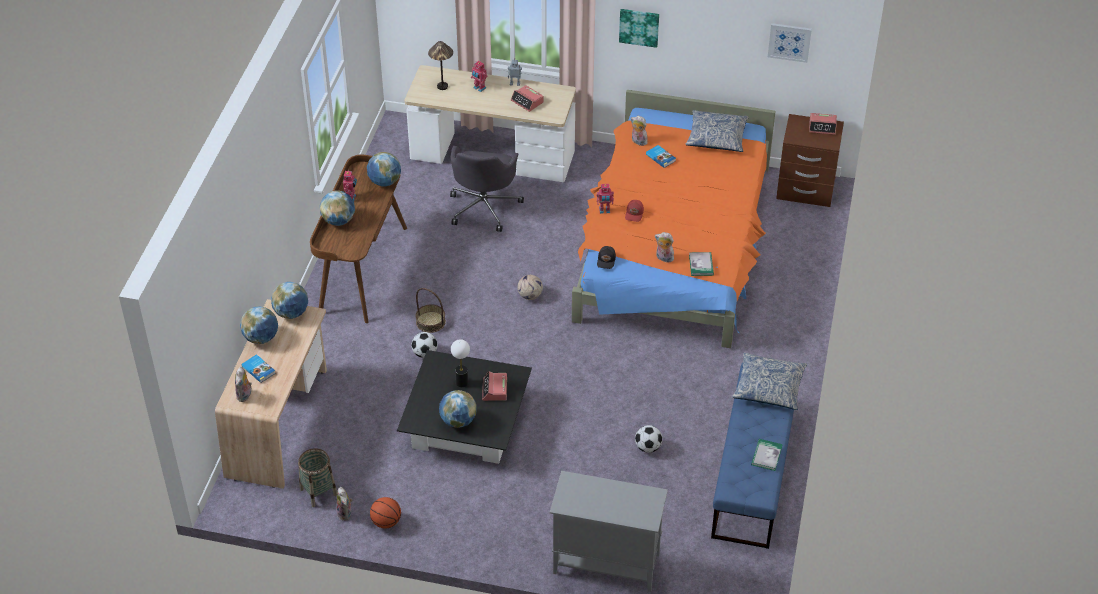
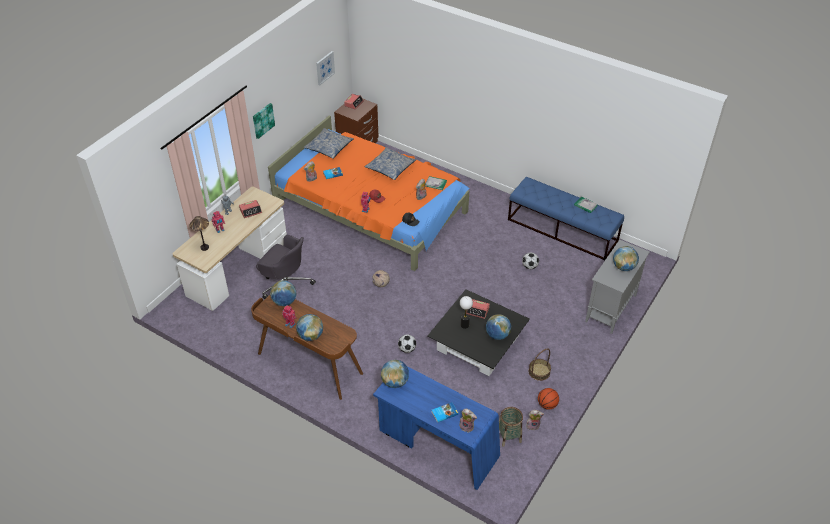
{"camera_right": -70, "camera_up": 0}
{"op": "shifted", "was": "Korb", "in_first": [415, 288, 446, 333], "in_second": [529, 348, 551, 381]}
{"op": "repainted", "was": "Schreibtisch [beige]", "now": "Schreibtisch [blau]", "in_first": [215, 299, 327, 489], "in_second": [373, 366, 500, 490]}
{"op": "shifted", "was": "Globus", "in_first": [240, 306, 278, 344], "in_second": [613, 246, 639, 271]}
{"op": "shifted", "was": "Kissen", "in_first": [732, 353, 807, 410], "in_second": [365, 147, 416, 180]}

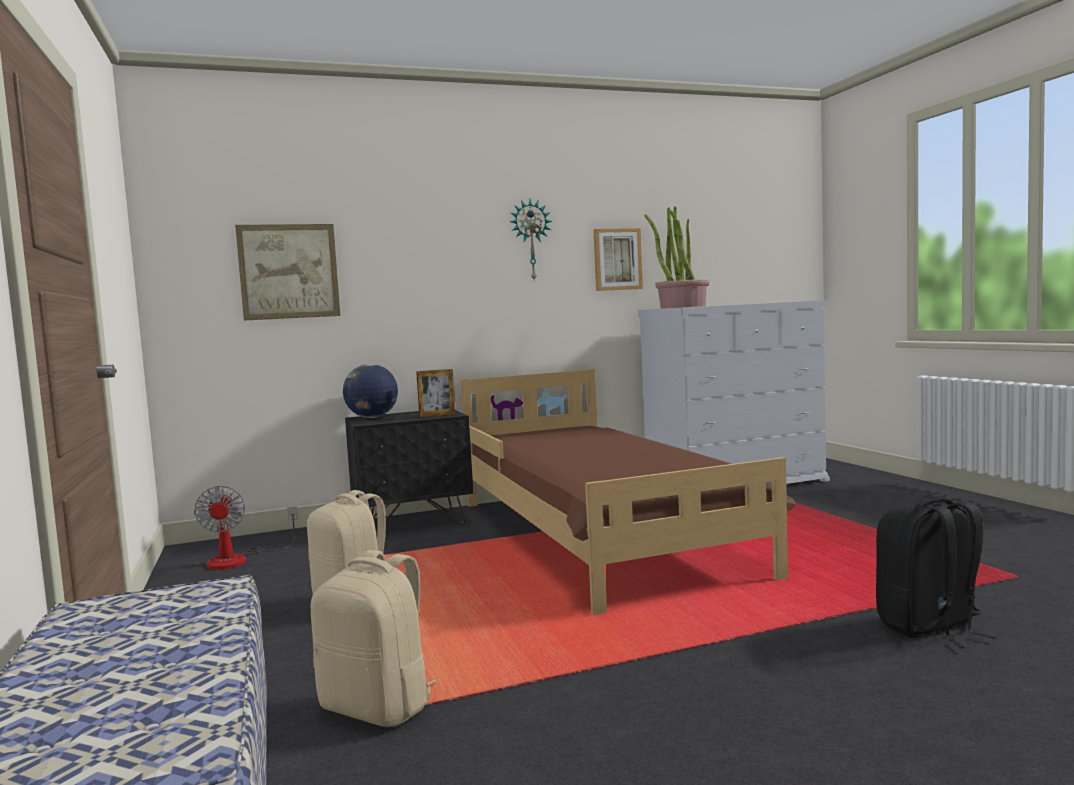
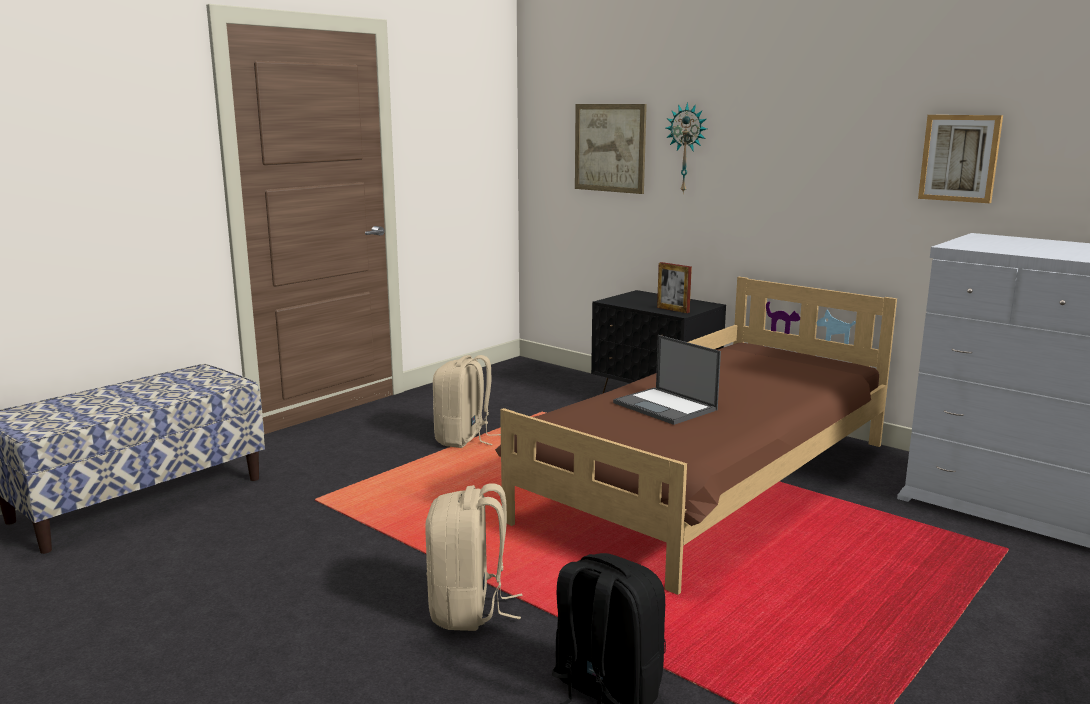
{"camera_right": 60, "camera_up": 10}
{"op": "shifted", "was": "Wanduhr", "in_first": [510, 199, 552, 280], "in_second": [666, 102, 707, 194]}
{"op": "gone", "was": "Topfpflanze", "in_first": [645, 206, 710, 308]}
{"op": "gone", "was": "Globus", "in_first": [343, 364, 398, 418]}
{"op": "gone", "was": "Ventilator", "in_first": [194, 486, 298, 570]}
{"op": "shifted", "was": "Rucksack [beige]", "in_first": [311, 550, 437, 727], "in_second": [425, 483, 523, 631]}
{"op": "new", "now": "Laptop", "in_second": [613, 335, 721, 425]}

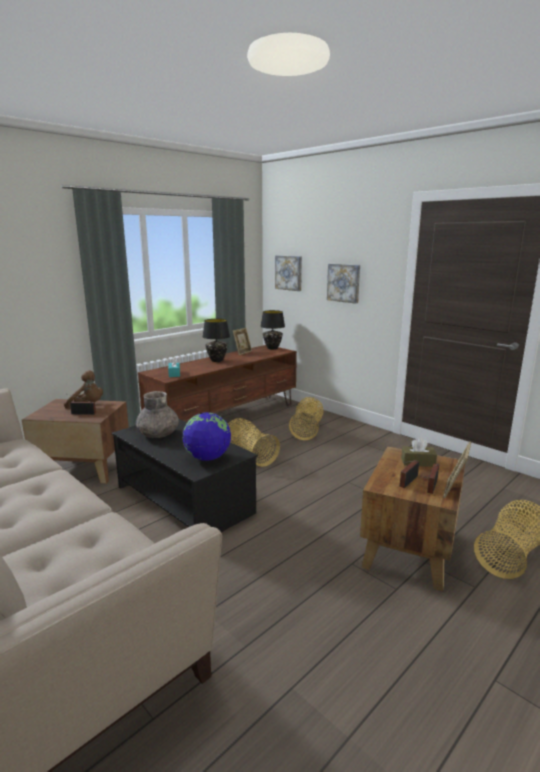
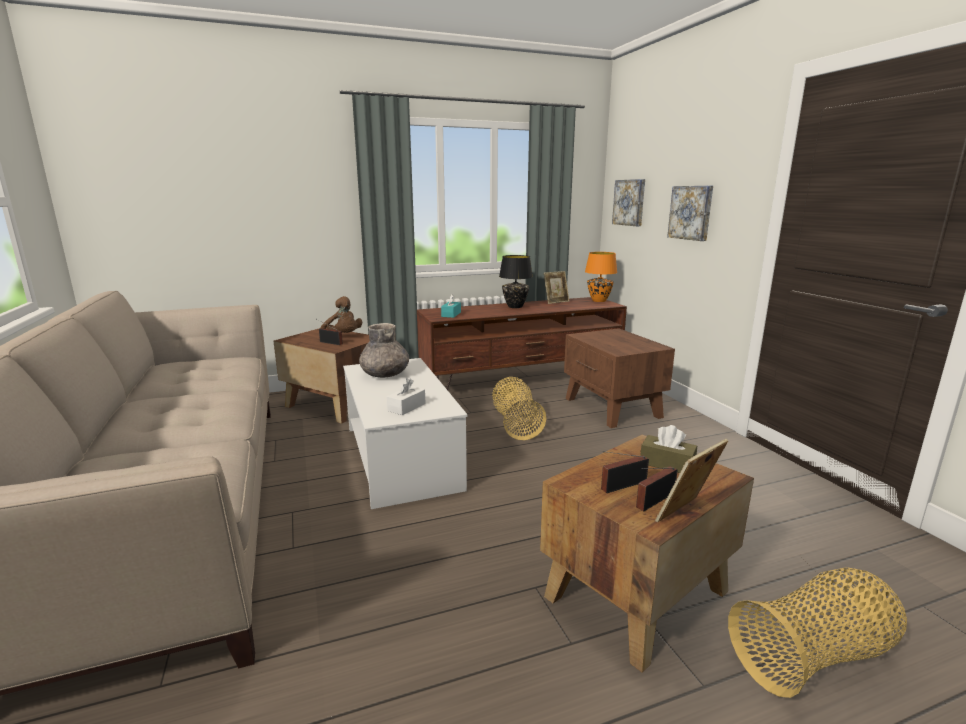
{"camera_right": 25, "camera_up": 0}
{"op": "repainted", "was": "Tischlampe [schwarz]", "now": "Tischlampe [orange]", "in_first": [260, 310, 285, 349], "in_second": [585, 252, 617, 302]}
{"op": "swapped", "was": "Korb", "now": "Beistelltisch [braun]", "in_first": [289, 397, 323, 440], "in_second": [564, 328, 675, 428]}
{"op": "swapped", "was": "Globus", "now": "Taschentuchbox [weiß]", "in_first": [182, 412, 231, 461], "in_second": [387, 378, 425, 415]}
{"op": "repainted", "was": "Couchtisch [schwarz]", "now": "Couchtisch [weiß]", "in_first": [112, 419, 258, 532], "in_second": [343, 358, 467, 509]}

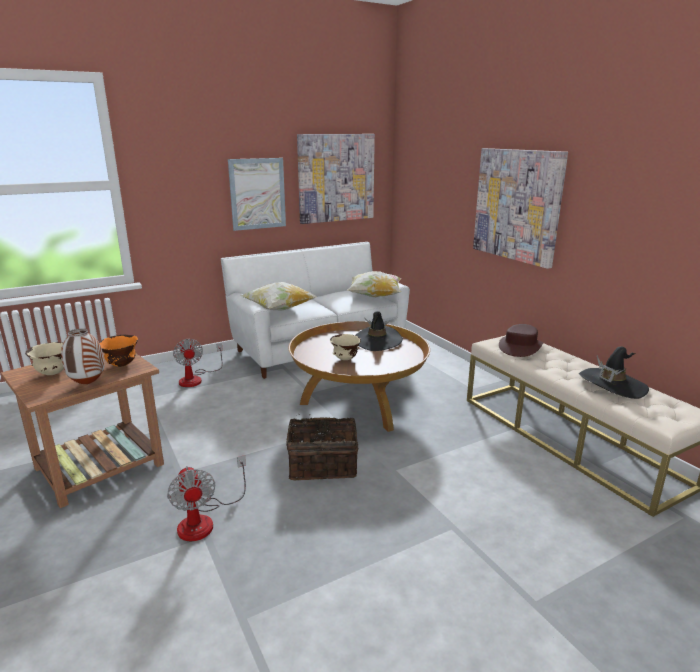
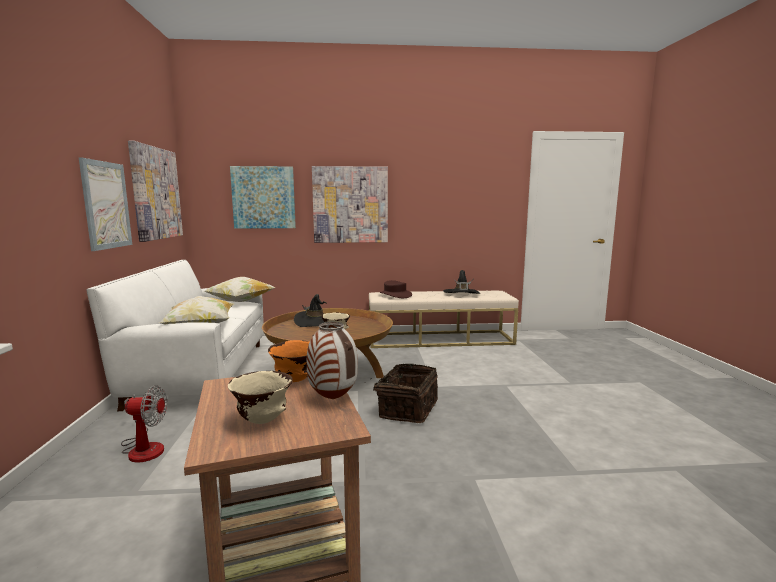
{"camera_right": -65, "camera_up": -10}
{"op": "gone", "was": "Ventilator", "in_first": [167, 455, 246, 541]}
{"op": "new", "now": "Bild", "in_second": [230, 166, 296, 229]}

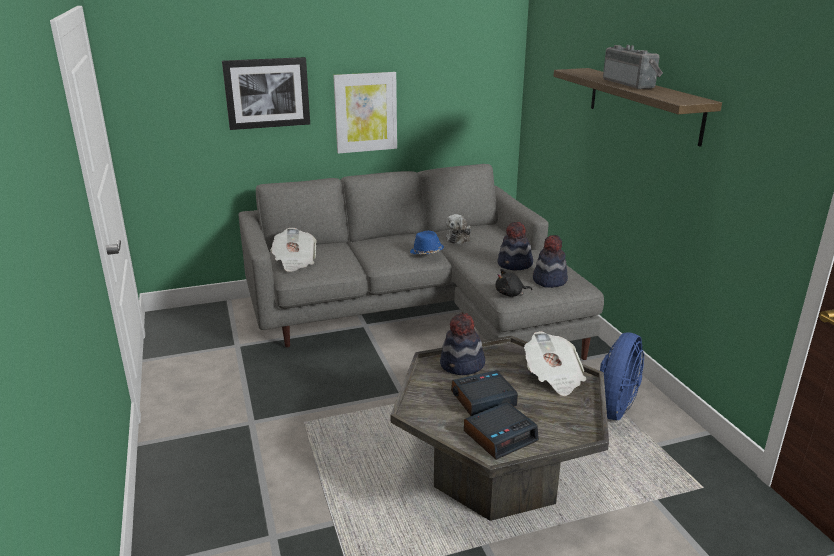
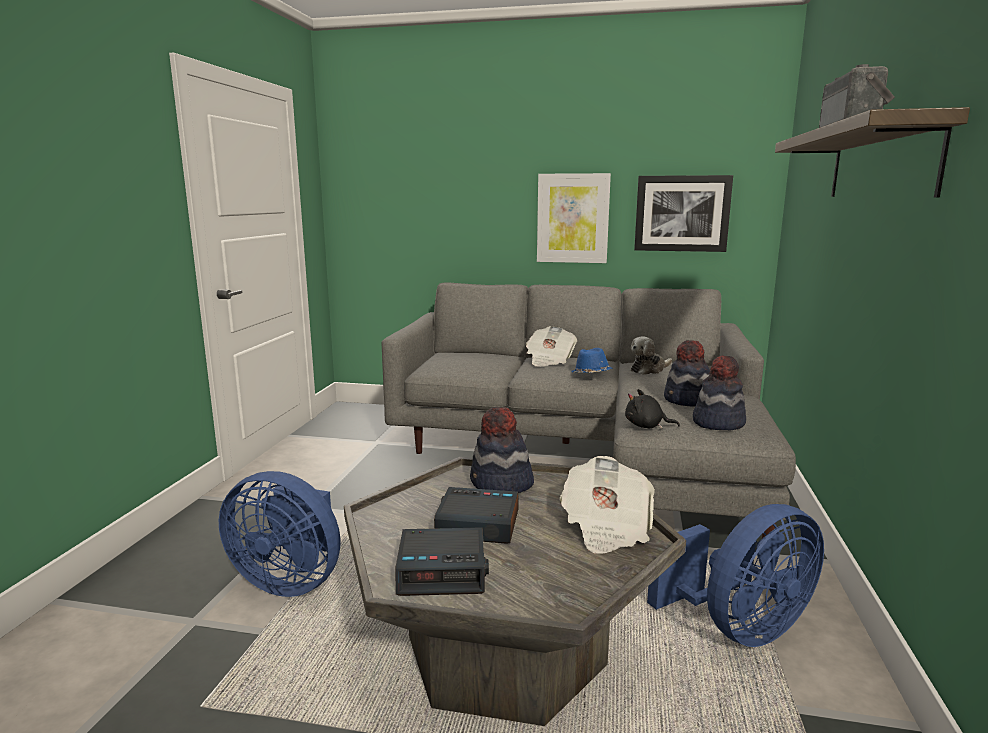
{"camera_right": 30, "camera_up": -10}
{"op": "shifted", "was": "Bild", "in_first": [222, 57, 310, 130], "in_second": [634, 175, 733, 252]}
{"op": "shifted", "was": "Zeitung", "in_first": [271, 228, 317, 272], "in_second": [526, 326, 577, 367]}
{"op": "new", "now": "Ventilator [blau]", "in_second": [219, 471, 340, 597]}

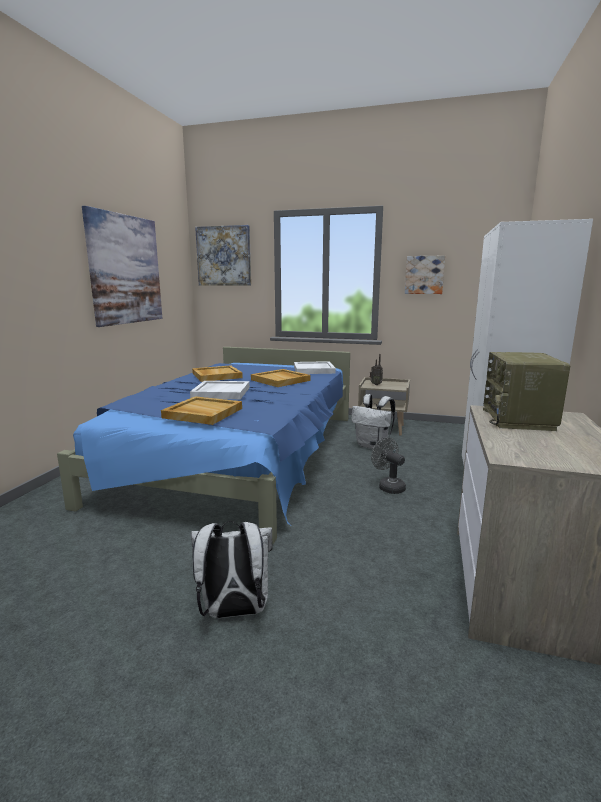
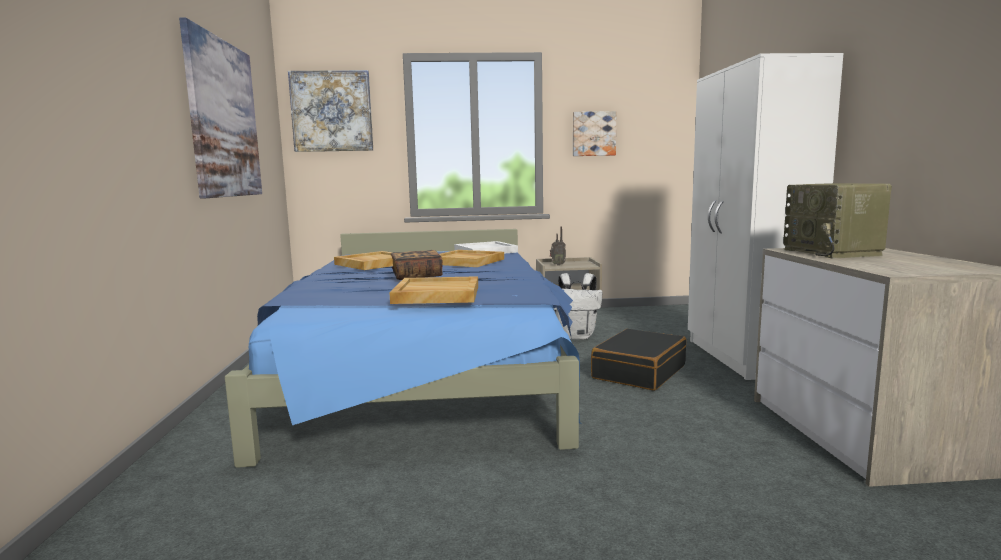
{"camera_right": -20, "camera_up": -5}
{"op": "swapped", "was": "Tablett [weiß]", "now": "Buch", "in_first": [190, 381, 250, 399], "in_second": [391, 250, 443, 280]}
{"op": "swapped", "was": "Ventilator [grau]", "now": "Koffer [schwarz]", "in_first": [371, 437, 406, 494], "in_second": [591, 329, 686, 391]}
{"op": "gone", "was": "Rucksack [weiß]", "in_first": [191, 521, 273, 618]}

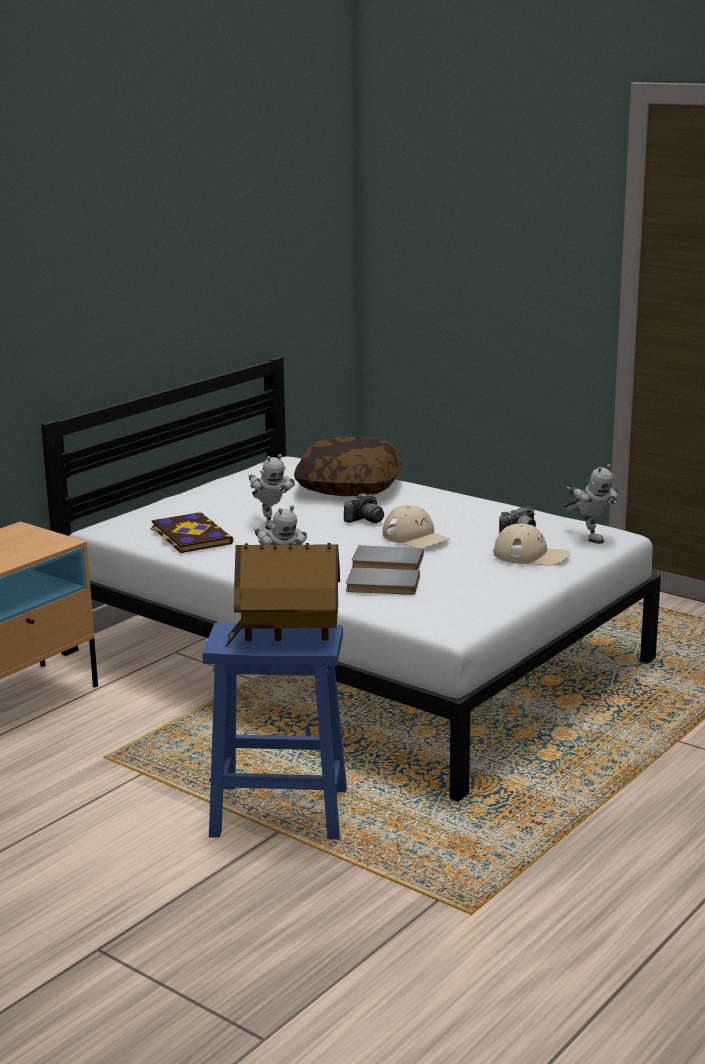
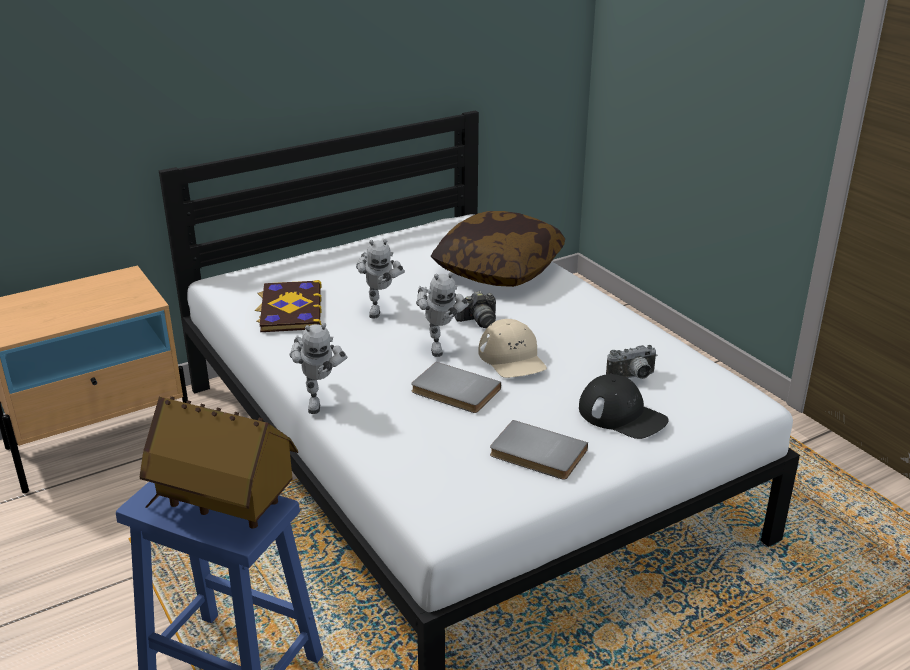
{"camera_right": 20, "camera_up": 10}
{"op": "shifted", "was": "Spielzeugroboter", "in_first": [564, 464, 618, 544], "in_second": [416, 272, 469, 357]}
{"op": "repainted", "was": "Kappe [beige]", "now": "Kappe [schwarz]", "in_first": [493, 523, 570, 566], "in_second": [579, 374, 669, 439]}
{"op": "shifted", "was": "Buch [grau]", "in_first": [346, 567, 420, 595], "in_second": [490, 420, 588, 480]}

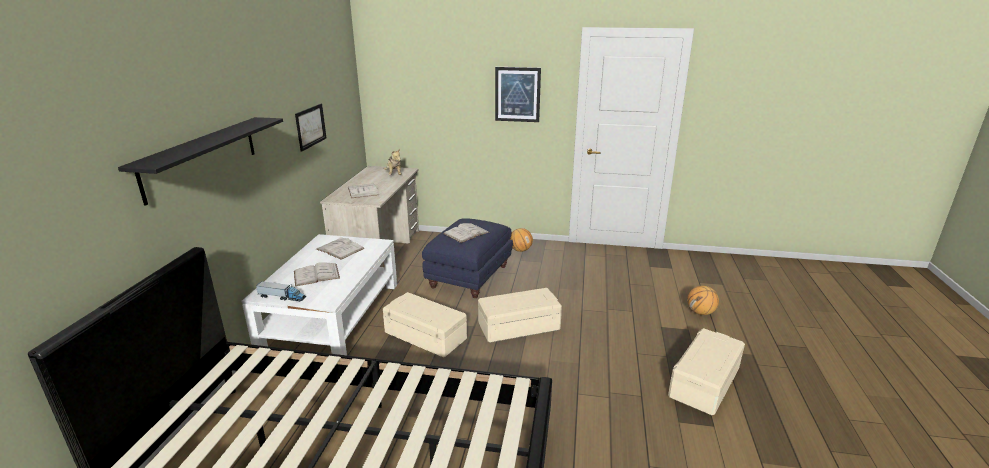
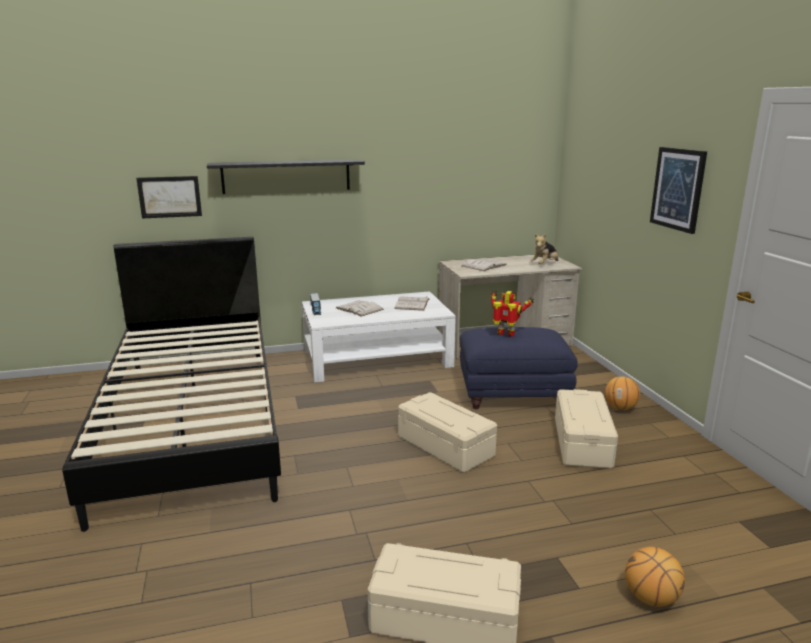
{"camera_right": 65, "camera_up": -5}
{"op": "shifted", "was": "Bild", "in_first": [295, 103, 326, 152], "in_second": [136, 176, 202, 219]}
{"op": "swapped", "was": "Buch [weiß]", "now": "Spielzeugroboter", "in_first": [443, 223, 489, 243], "in_second": [491, 291, 534, 337]}
{"op": "shifted", "was": "Aufbewahrungsbox [beige]", "in_first": [383, 292, 467, 358], "in_second": [555, 389, 618, 469]}

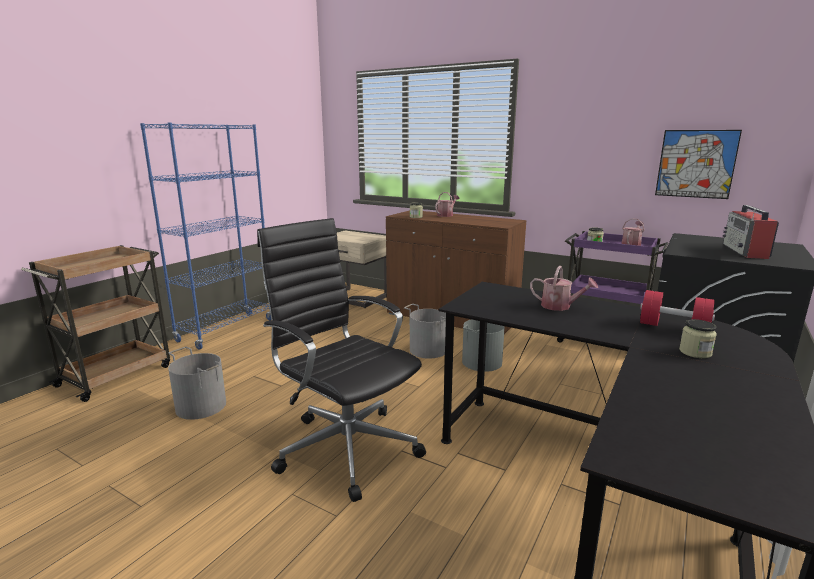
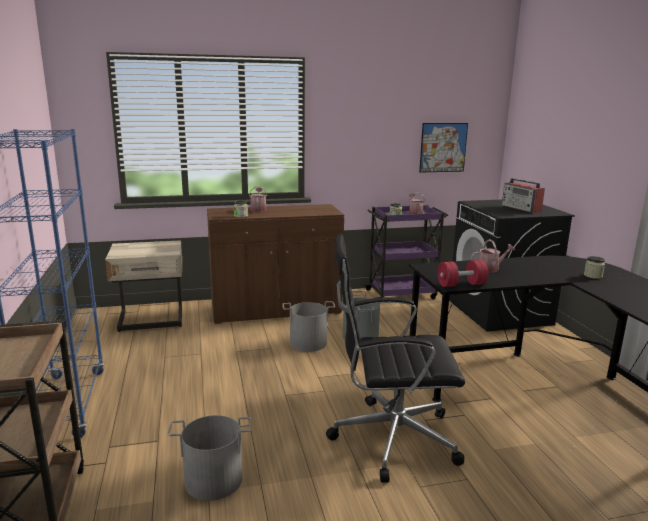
{"camera_right": -45, "camera_up": 0}
{"op": "shifted", "was": "Hantel [rot]", "in_first": [640, 290, 715, 326], "in_second": [438, 260, 488, 287]}

